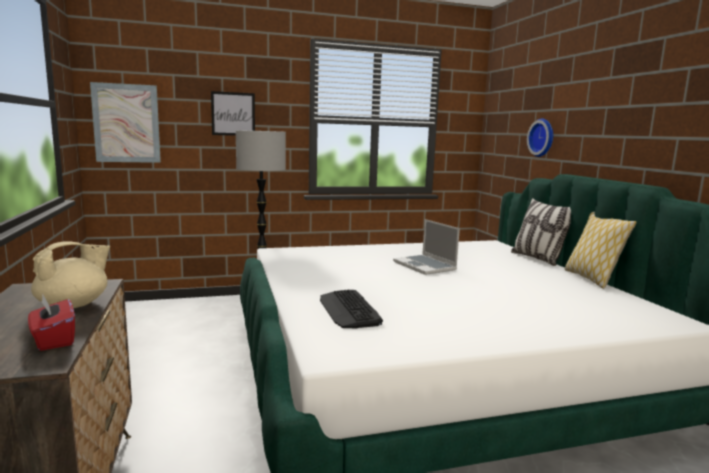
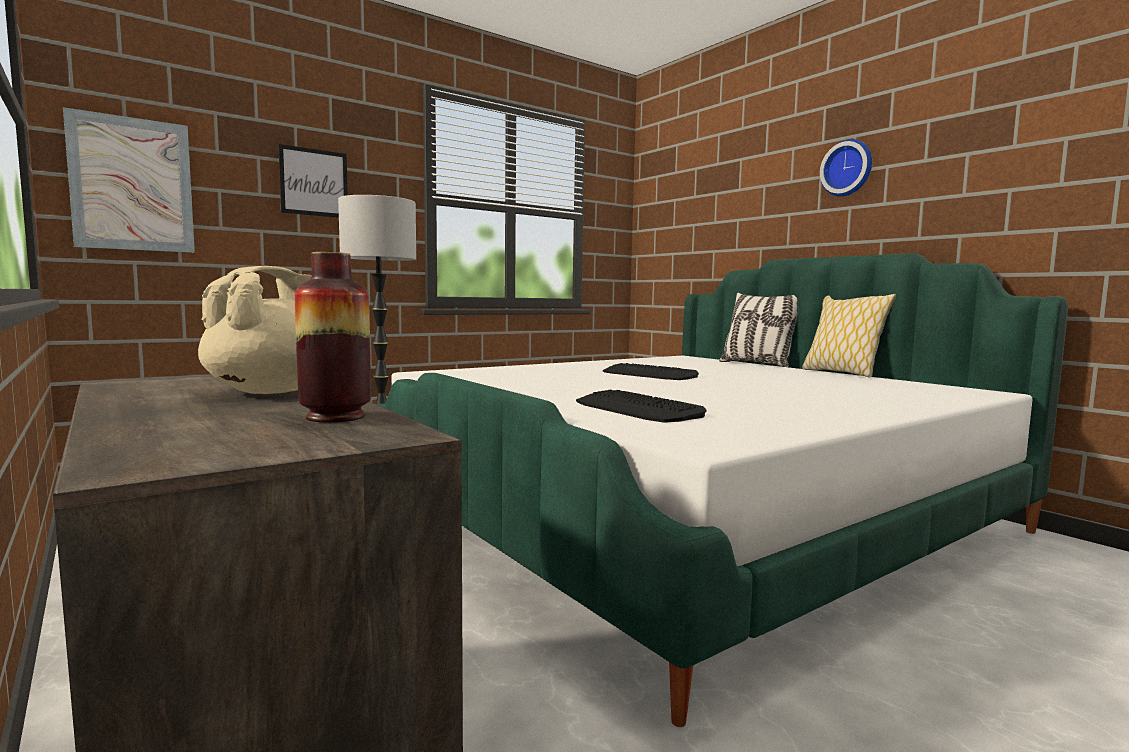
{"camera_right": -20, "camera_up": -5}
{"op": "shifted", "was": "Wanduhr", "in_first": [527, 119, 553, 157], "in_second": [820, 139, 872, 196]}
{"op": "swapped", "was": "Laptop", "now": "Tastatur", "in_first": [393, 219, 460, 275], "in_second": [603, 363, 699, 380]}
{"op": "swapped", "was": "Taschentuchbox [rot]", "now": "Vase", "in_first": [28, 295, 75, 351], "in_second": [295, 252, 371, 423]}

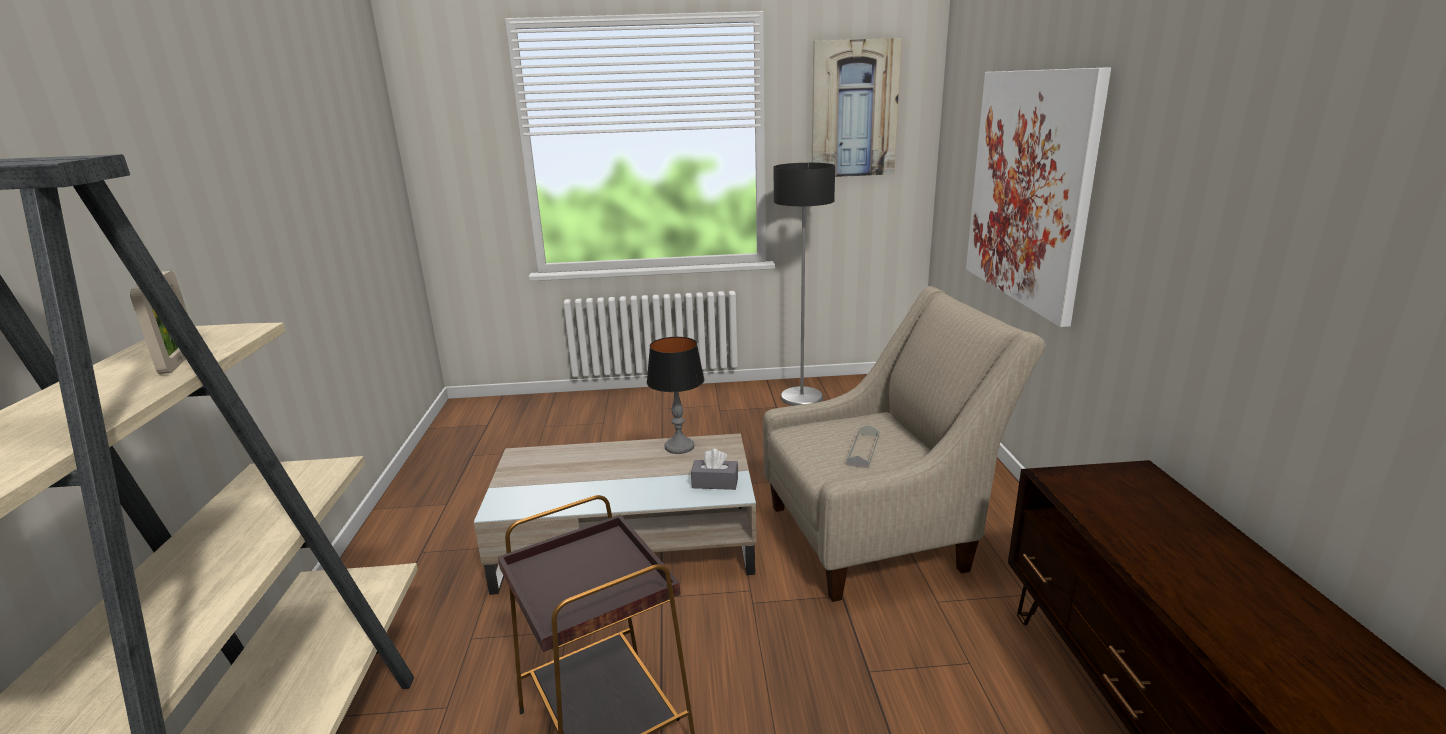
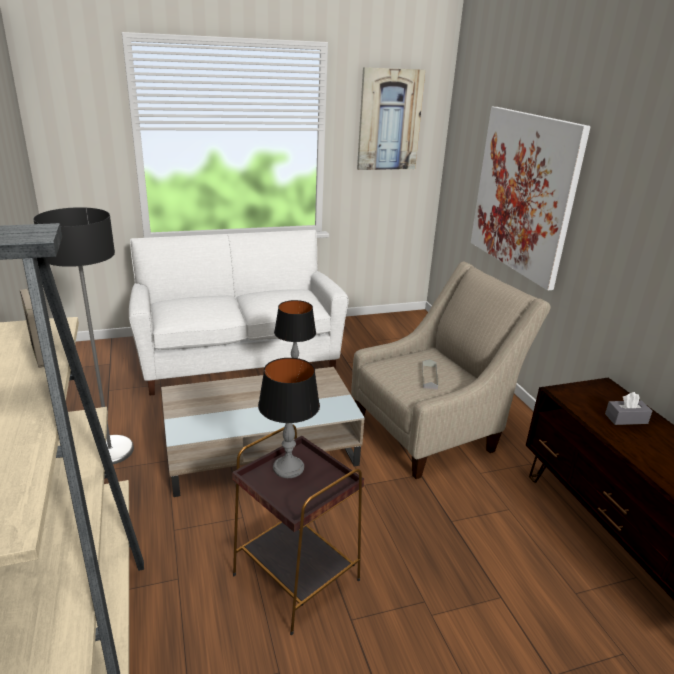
{"camera_right": -15, "camera_up": 5}
{"op": "shifted", "was": "Stehlampe", "in_first": [774, 163, 835, 406], "in_second": [33, 207, 134, 464]}
{"op": "shifted", "was": "Taschentuchbox [grau]", "in_first": [691, 449, 738, 490], "in_second": [605, 392, 652, 425]}
{"op": "new", "now": "Sofa [weiß]", "in_second": [129, 230, 349, 396]}
{"op": "new", "now": "Tischlampe", "in_second": [258, 358, 320, 478]}

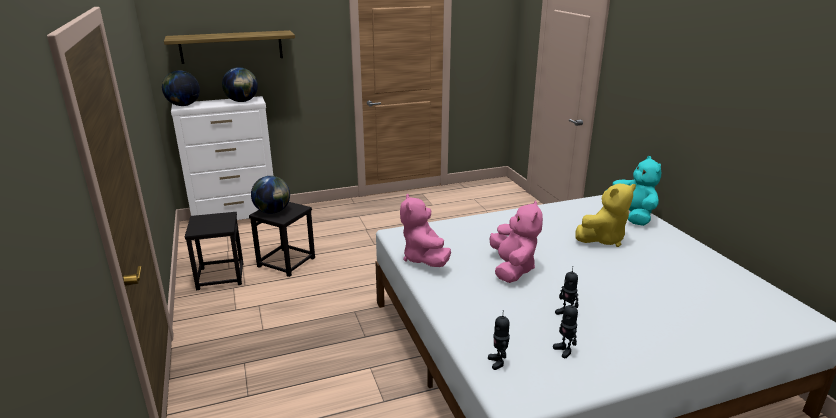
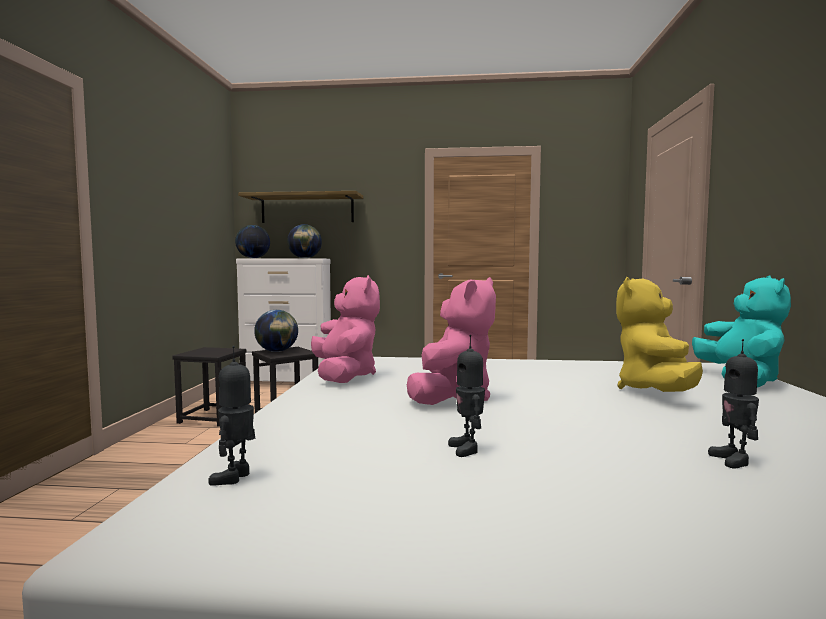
{"camera_right": 25, "camera_up": -20}
{"op": "rotated", "was": "Plüschtier [gelb]", "in_first": [575, 184, 636, 247], "in_second": [616, 277, 703, 392], "clockwise": 120}
{"op": "rotated", "was": "Plüschtier [rosa]", "in_first": [400, 194, 451, 267], "in_second": [311, 275, 380, 383], "clockwise": 150}
{"op": "shifted", "was": "Spielzeugroboter", "in_first": [553, 299, 578, 358], "in_second": [708, 339, 759, 468]}

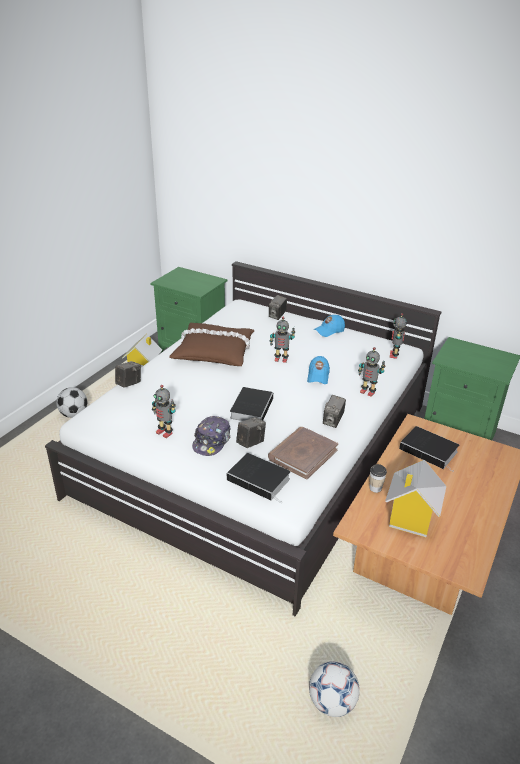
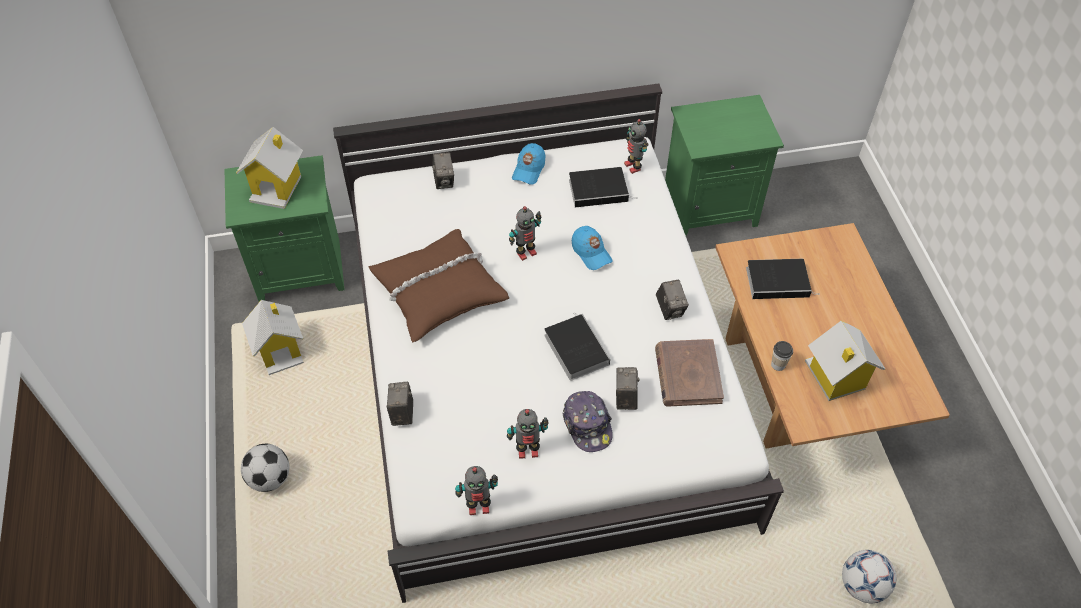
{"camera_right": -40, "camera_up": 20}
{"op": "shifted", "was": "Spielzeugroboter", "in_first": [358, 347, 386, 397], "in_second": [455, 466, 498, 515]}
{"op": "shifted", "was": "Buch", "in_first": [227, 453, 291, 503], "in_second": [569, 167, 638, 207]}
{"op": "new", "now": "Spielzeughaus", "in_second": [236, 127, 303, 209]}

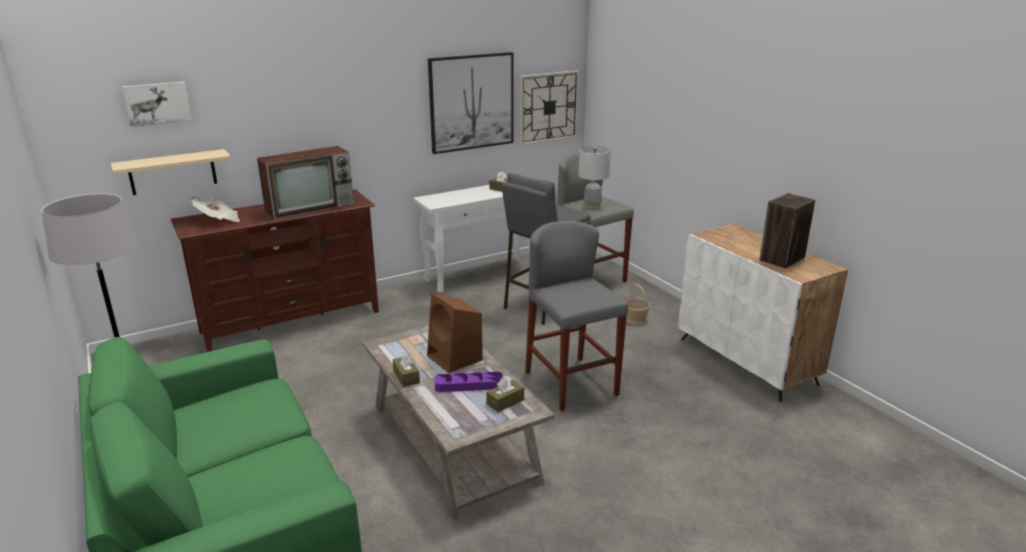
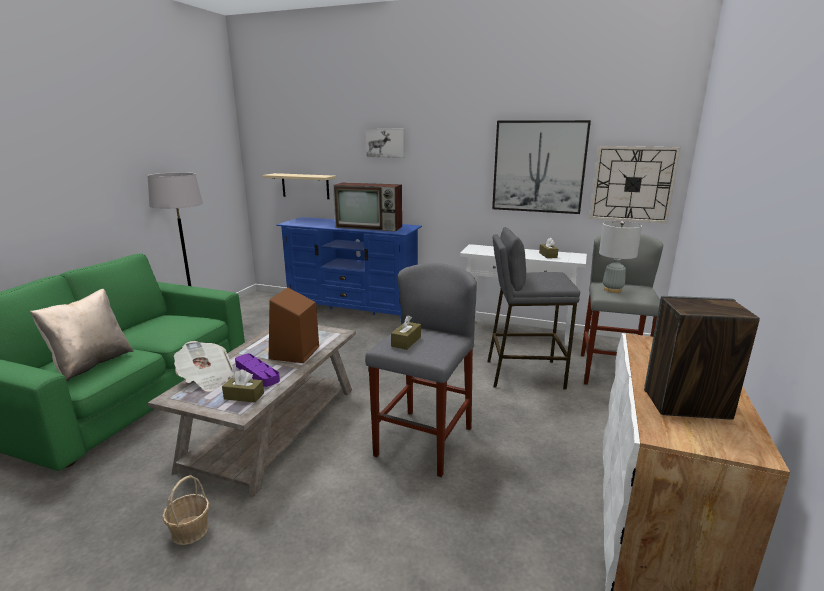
{"camera_right": 50, "camera_up": -5}
{"op": "shifted", "was": "Bild", "in_first": [122, 82, 192, 127], "in_second": [366, 129, 405, 158]}
{"op": "repainted", "was": "Fernsehschrank [braun]", "now": "Fernsehschrank [blau]", "in_first": [170, 190, 379, 352], "in_second": [276, 217, 422, 325]}
{"op": "shifted", "was": "Zeitung", "in_first": [189, 196, 240, 222], "in_second": [174, 341, 234, 392]}
{"op": "shifted", "was": "Korb", "in_first": [626, 284, 650, 324], "in_second": [162, 475, 209, 545]}
{"op": "shifted", "was": "Taschentuchbox [braun]", "in_first": [393, 352, 420, 387], "in_second": [391, 315, 421, 350]}
{"op": "new", "now": "Kissen [beige]", "in_second": [30, 289, 134, 381]}

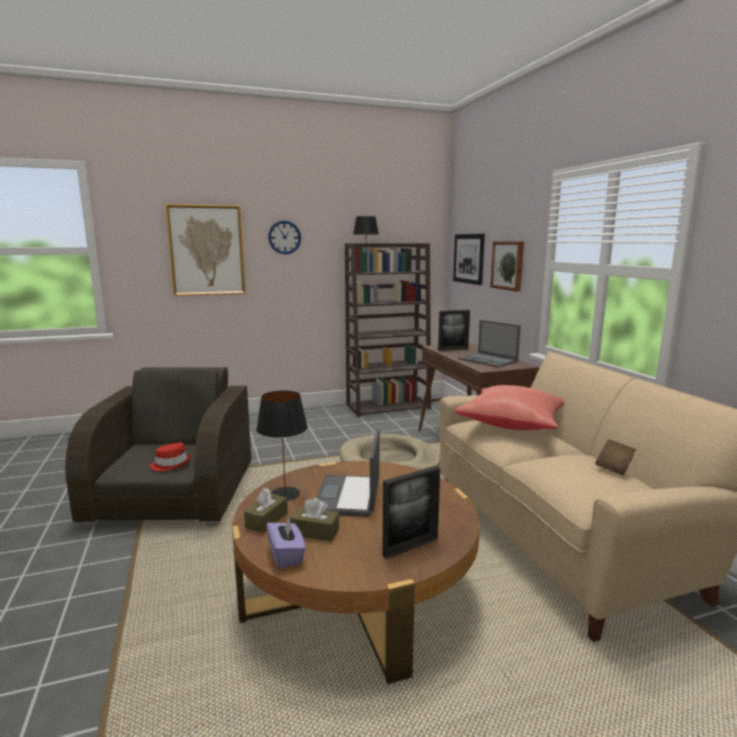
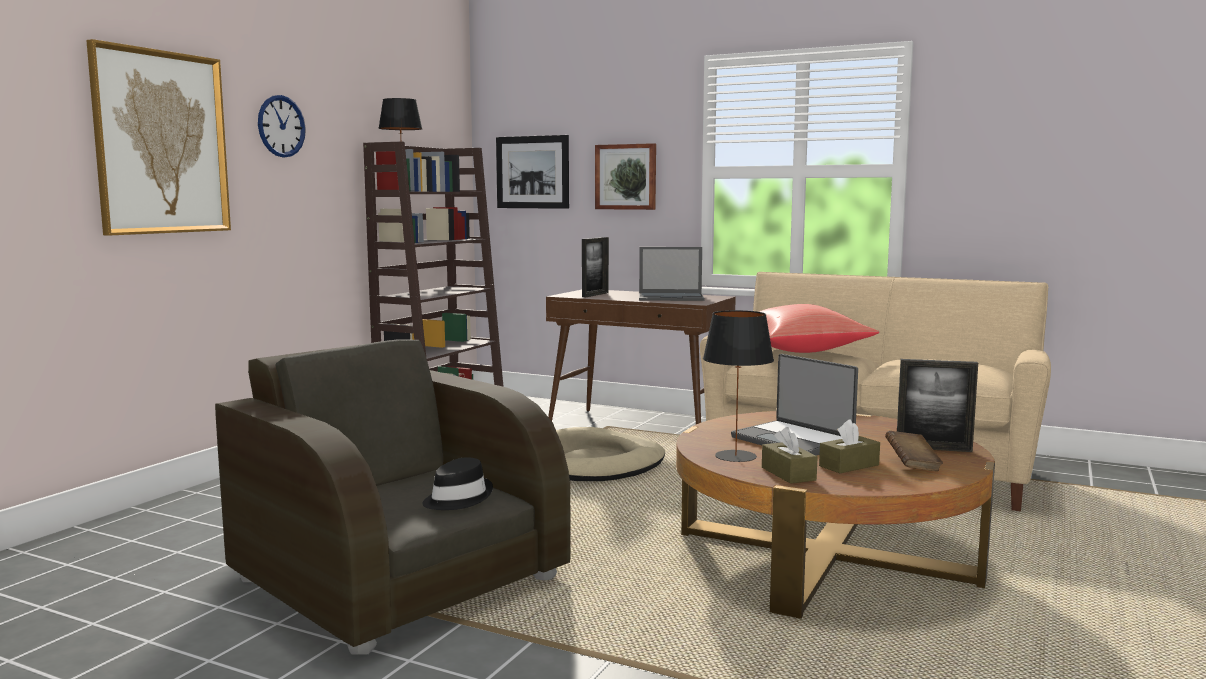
{"camera_right": -45, "camera_up": -5}
{"op": "shifted", "was": "Buch [braun]", "in_first": [595, 440, 636, 475], "in_second": [885, 431, 943, 471]}
{"op": "repainted", "was": "Hut [rot]", "now": "Hut [schwarz]", "in_first": [150, 443, 191, 471], "in_second": [422, 457, 493, 510]}
{"op": "rotated", "was": "Bilderrahmen", "in_first": [382, 466, 440, 559], "in_second": [897, 359, 978, 452], "clockwise": 90}
{"op": "gone", "was": "Taschentuchbox [lila]", "in_first": [266, 517, 306, 568]}

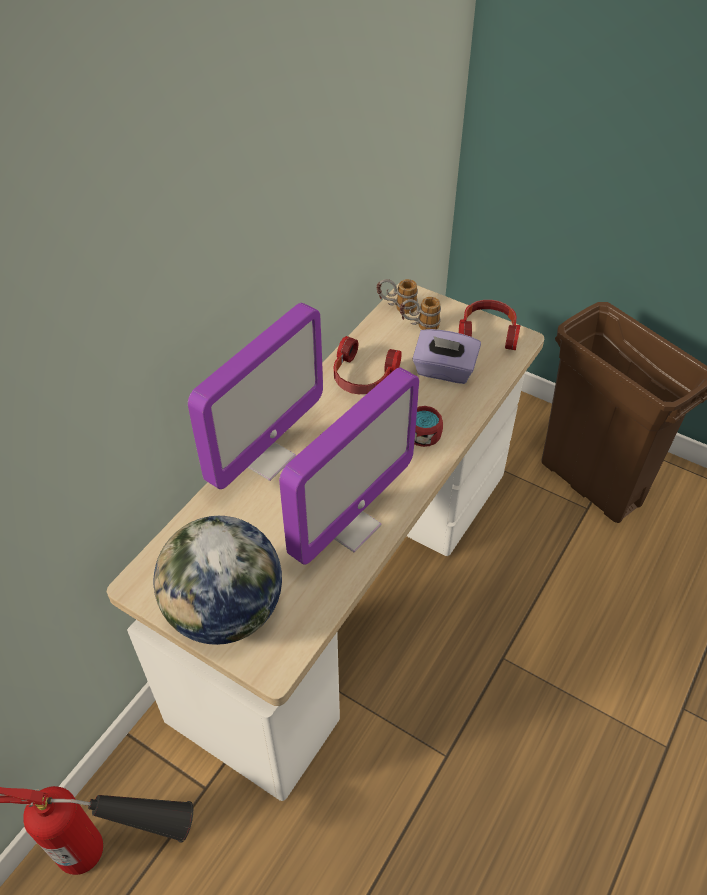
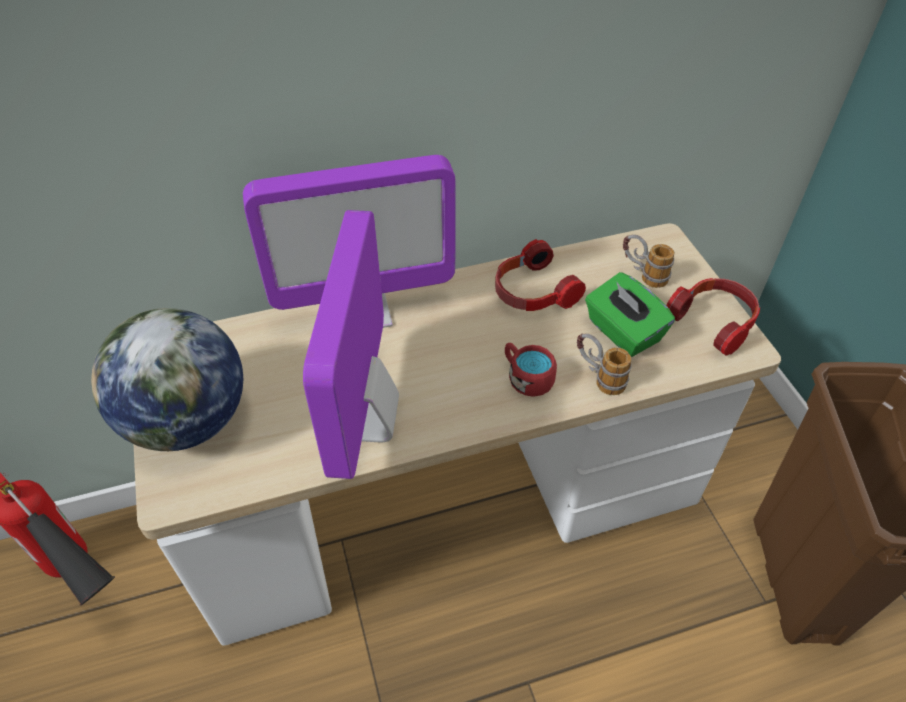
{"camera_right": 40, "camera_up": 0}
{"op": "shifted", "was": "Henkelbecher", "in_first": [377, 279, 418, 314], "in_second": [577, 334, 632, 395]}
{"op": "repainted", "was": "Taschentuchbox [lila]", "now": "Taschentuchbox [grün]", "in_first": [413, 329, 481, 384], "in_second": [585, 272, 675, 357]}
{"op": "rotated", "was": "Monitor", "in_first": [279, 368, 419, 565], "in_second": [303, 210, 399, 479], "clockwise": 105}

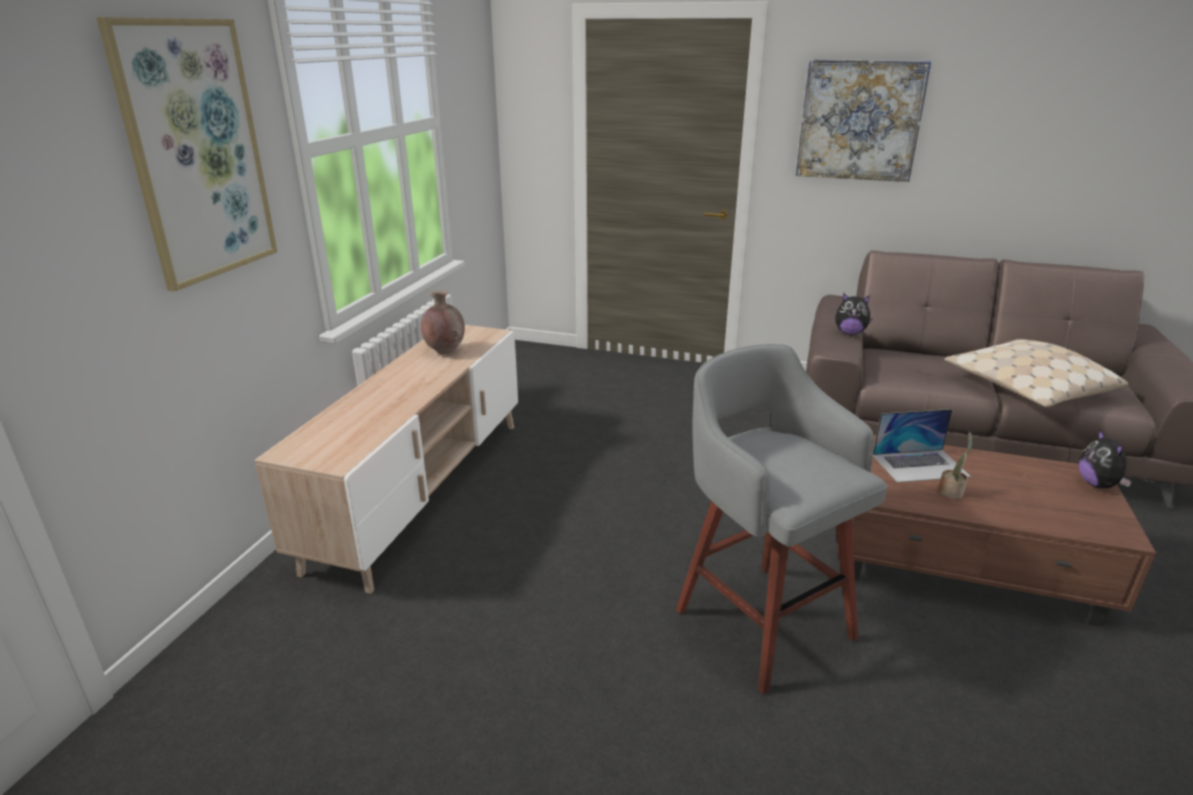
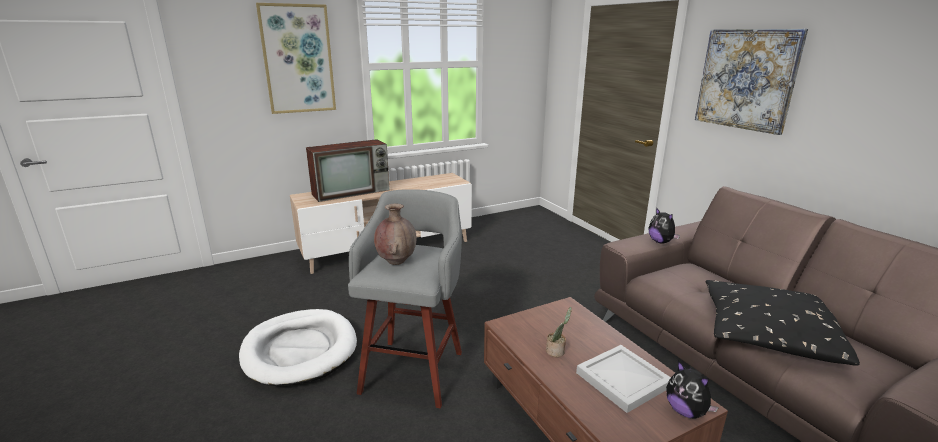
{"camera_right": 45, "camera_up": -5}
{"op": "shifted", "was": "Vase [braun]", "in_first": [421, 290, 465, 354], "in_second": [374, 204, 417, 265]}
{"op": "repainted", "was": "Kissen [beige]", "now": "Kissen [schwarz]", "in_first": [944, 339, 1128, 407], "in_second": [705, 280, 860, 366]}
{"op": "gone", "was": "Laptop", "in_first": [873, 409, 971, 483]}
{"op": "rotated", "was": "Plüschtier", "in_first": [1079, 429, 1132, 488], "in_second": [666, 361, 719, 419], "clockwise": -75}
{"op": "new", "now": "Fernseher", "in_second": [306, 139, 390, 202]}
{"op": "new", "now": "Hundebett [weiß]", "in_second": [239, 309, 357, 387]}
{"op": "new", "now": "Tablett [weiß]", "in_second": [576, 345, 671, 413]}

